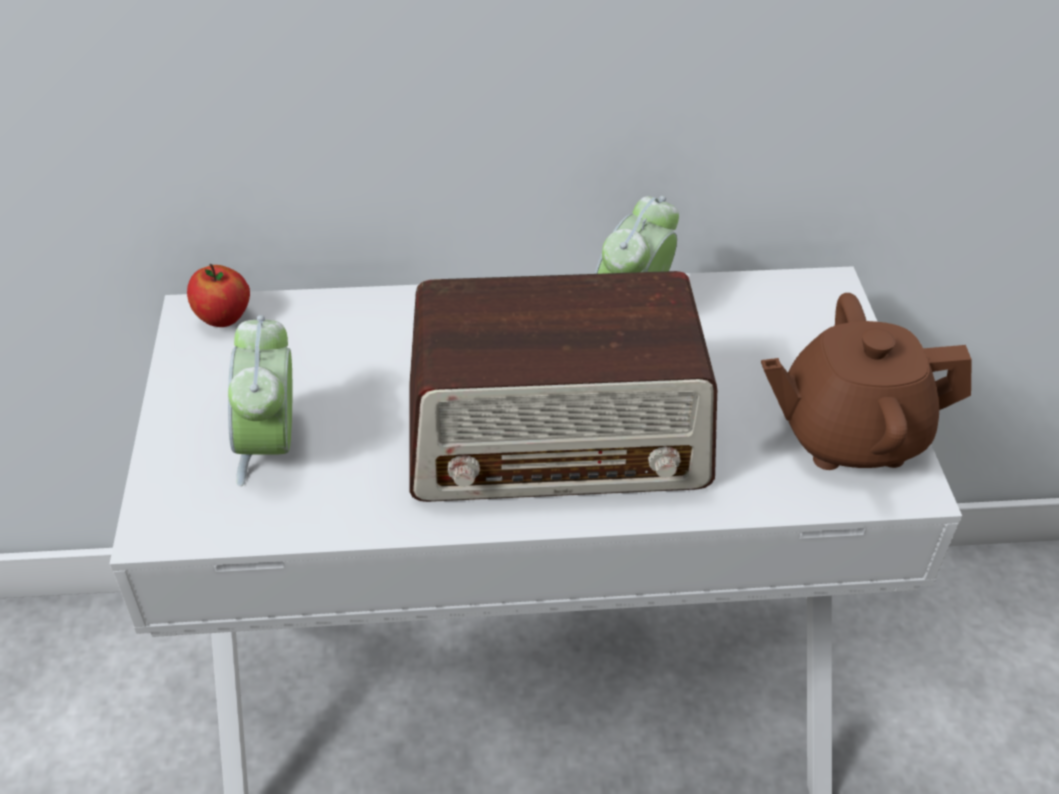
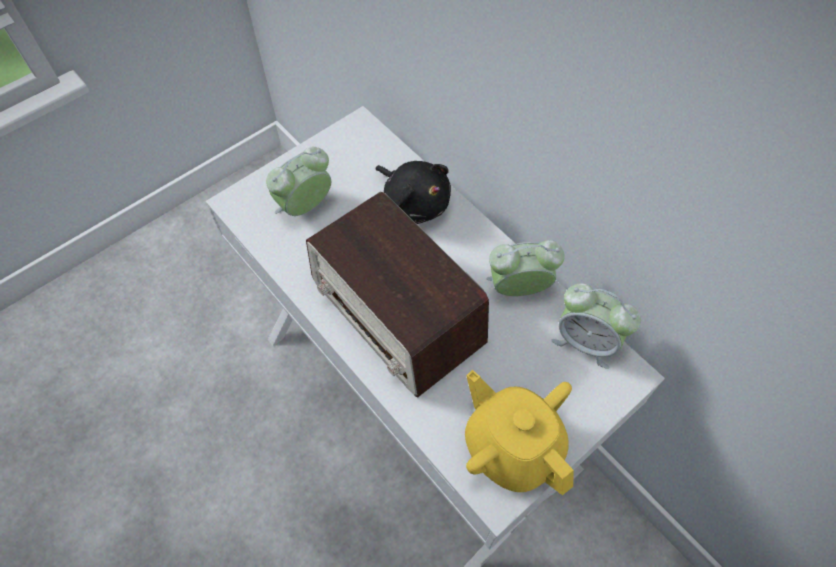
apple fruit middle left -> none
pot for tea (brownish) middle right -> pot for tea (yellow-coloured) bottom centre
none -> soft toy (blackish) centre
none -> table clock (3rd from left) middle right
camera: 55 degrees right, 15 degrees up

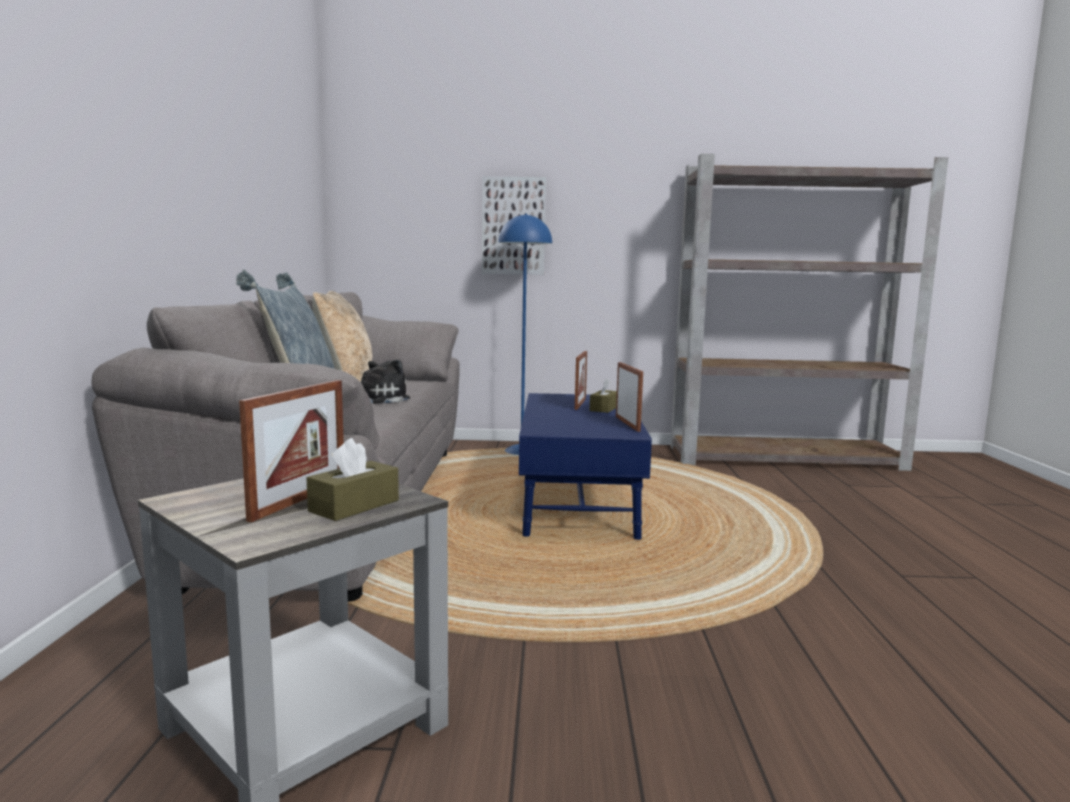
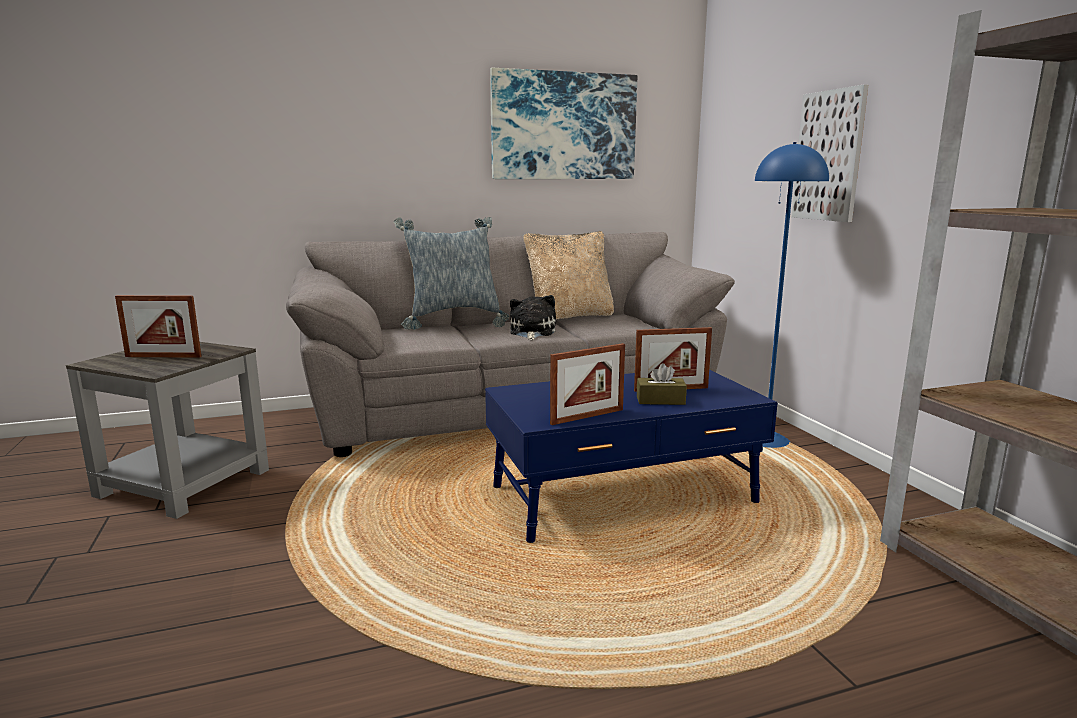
tissue box (brownish) (1st from left) middle left -> none
soft toy centre, 105 degrees counterclockwise
none -> wall picture (1st from left) top centre
camera: 70 degrees right, 5 degrees up

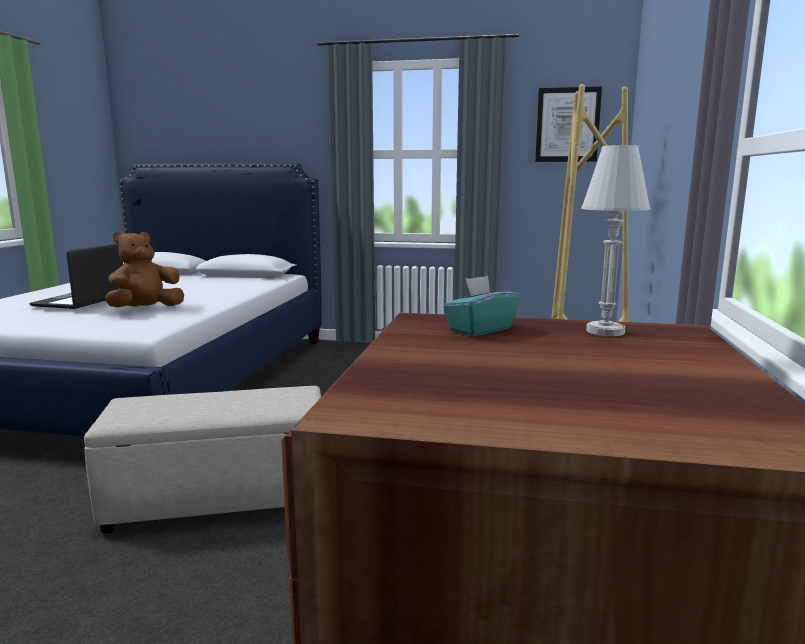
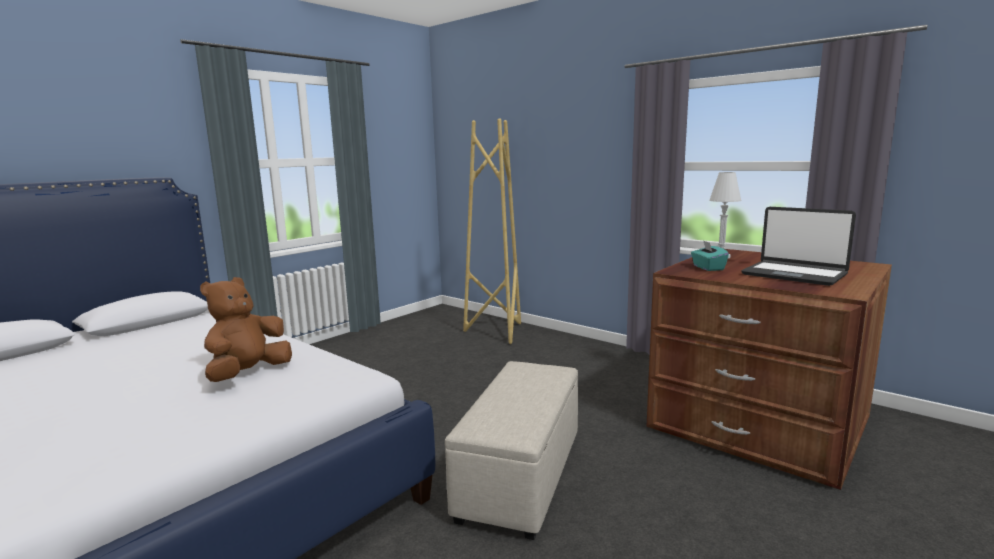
notebook computer middle left -> notebook computer middle right, moved
soft toy (brownish) middle left, 45 degrees clockwise
wall picture top right -> none
camera: 60 degrees left, 0 degrees up

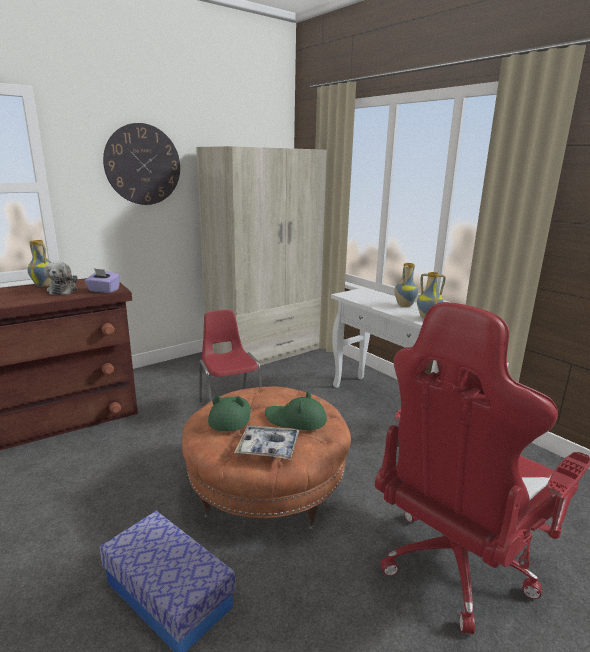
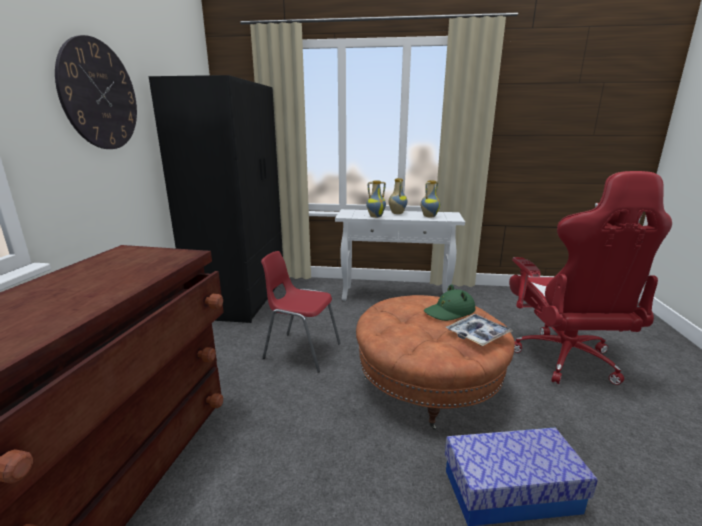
flower vase (1st from left) middle left -> flower vase (1st from left) centre, moved
soft toy middle left -> none
tissue box (purple) middle left -> none
armoire (sand-coloured) centre -> armoire (blackish) middle left
clothing hat (green-coloured) (1st from left) centre -> none
camera: 45 degrees left, 0 degrees up

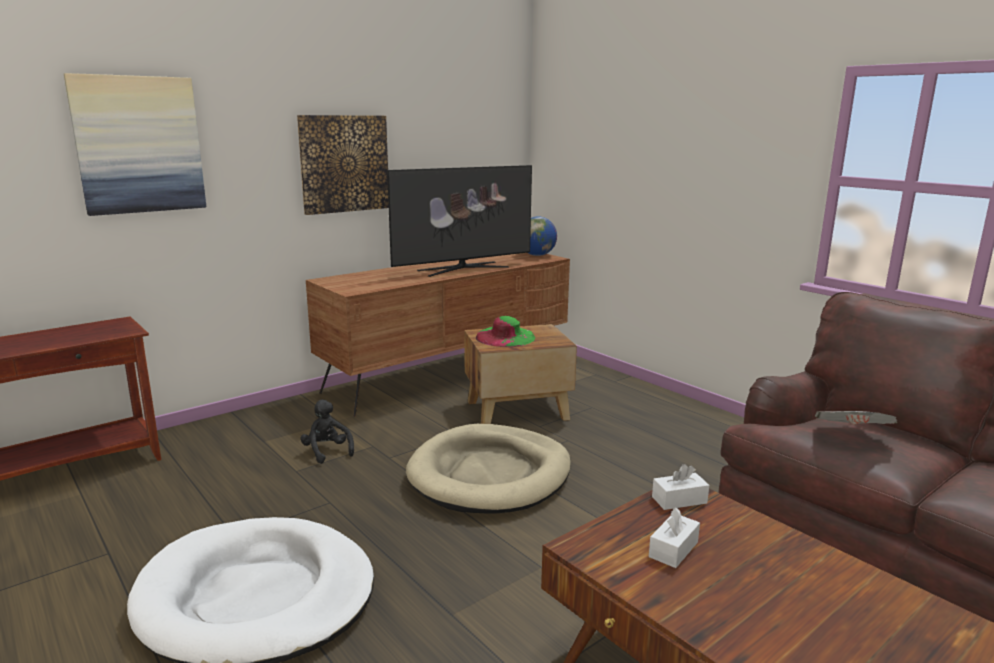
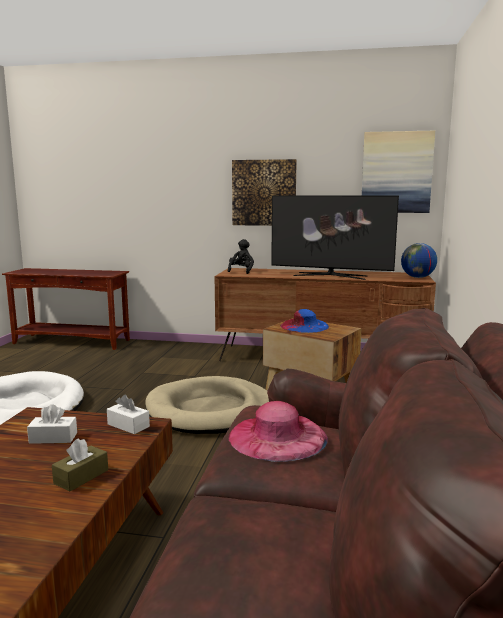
wall picture (1st from left in the first image) top left -> wall picture (2nd from left) top right, moved
soft toy (blackish) middle left -> soft toy (blackish) centre, moved
clothing hat (green-coloured) centre -> clothing hat (blue-coloured) centre
printed paper middle right -> clothing hat (pinkish) bottom centre
none -> tissue box (brownish) bottom left
camera: 50 degrees right, 5 degrees down

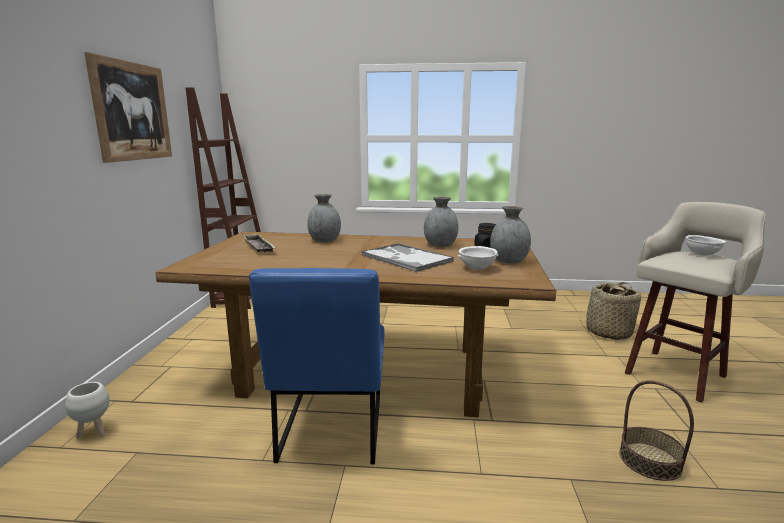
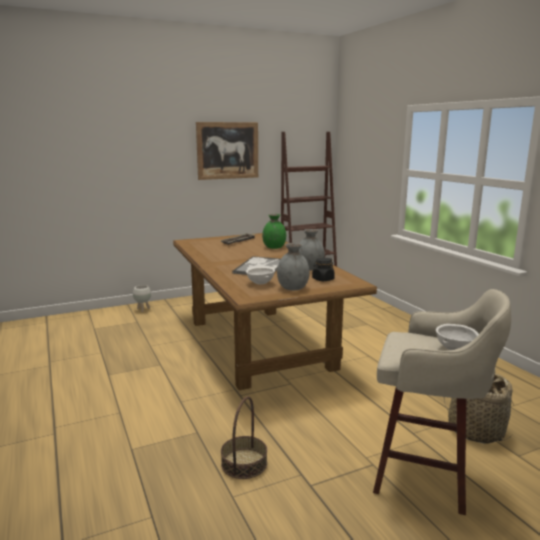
plain chair (blue-coloured) bottom centre -> none
flower vase (greyish) (1st from left) centre -> flower vase (green-coloured) centre
camera: 60 degrees right, 0 degrees up

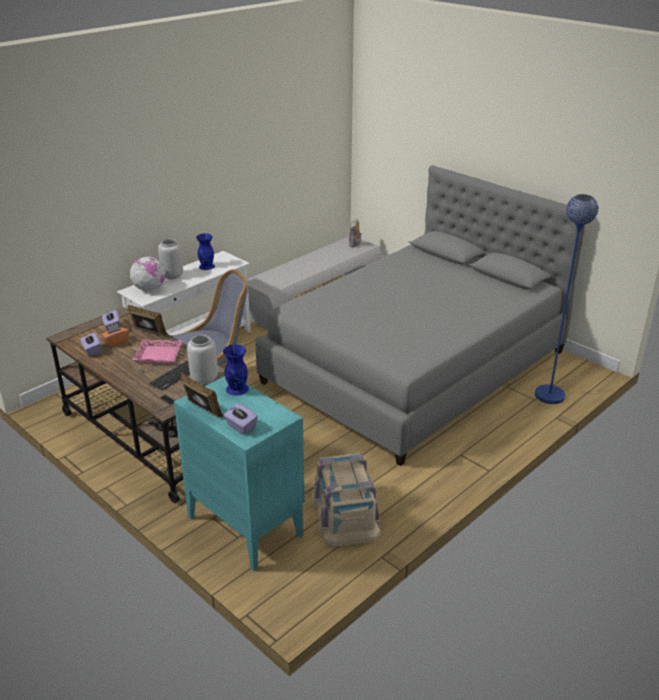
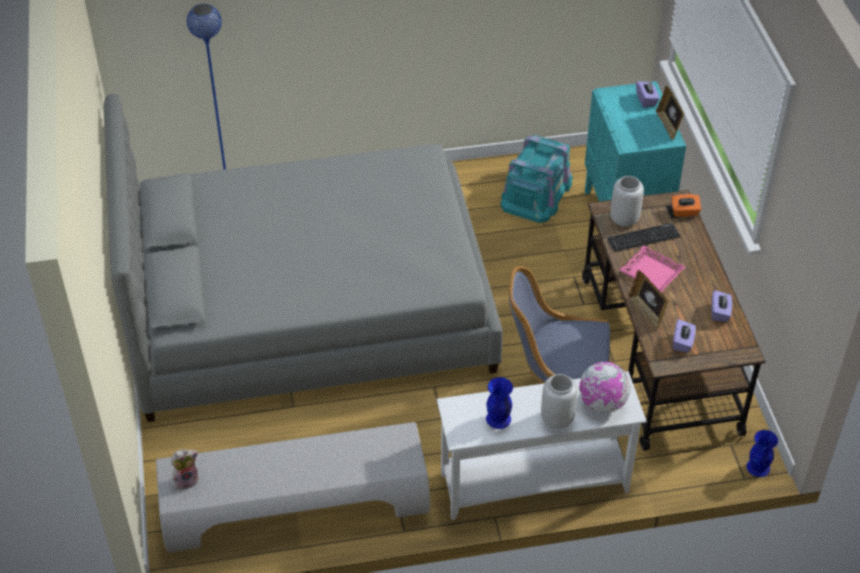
tissue box (orange-coloured) middle left -> tissue box (orange-coloured) middle right, moved
flower vase (blue-coloured) (2nd from left) centre -> flower vase (blue-coloured) (2nd from left) bottom right, moved
storage box (sand-coloured) bottom centre -> storage box (blue-green) top centre
camera: 145 degrees left, 15 degrees up

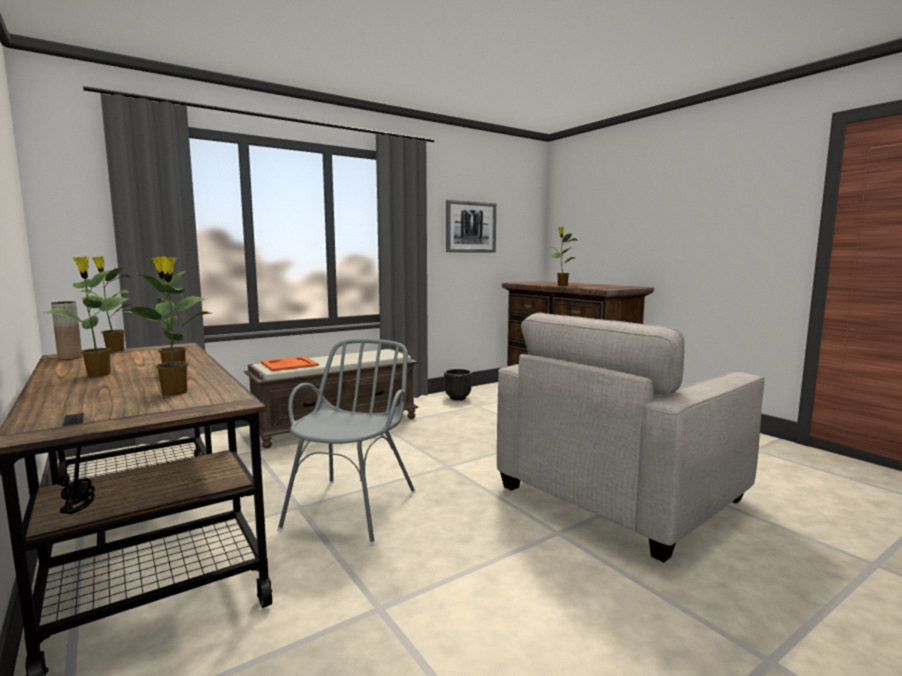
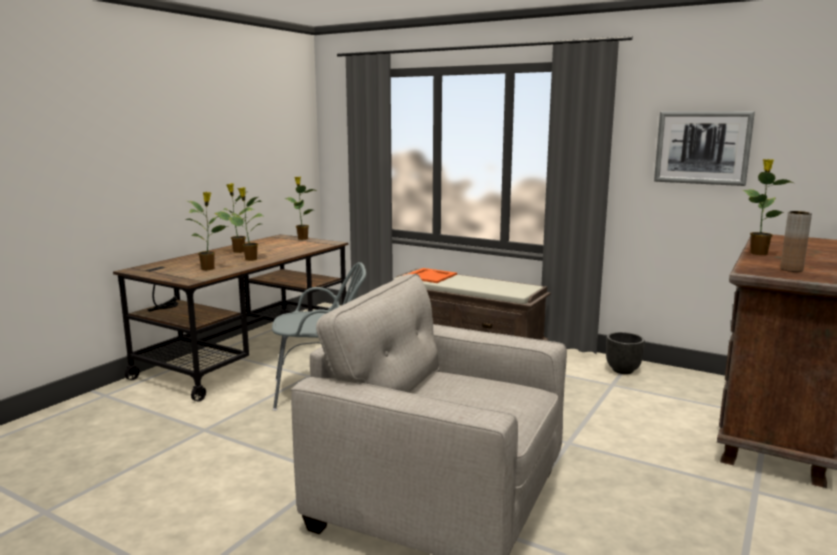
flower vase (brownish) middle left -> flower vase (brownish) middle right, moved
camera: 65 degrees right, 5 degrees up

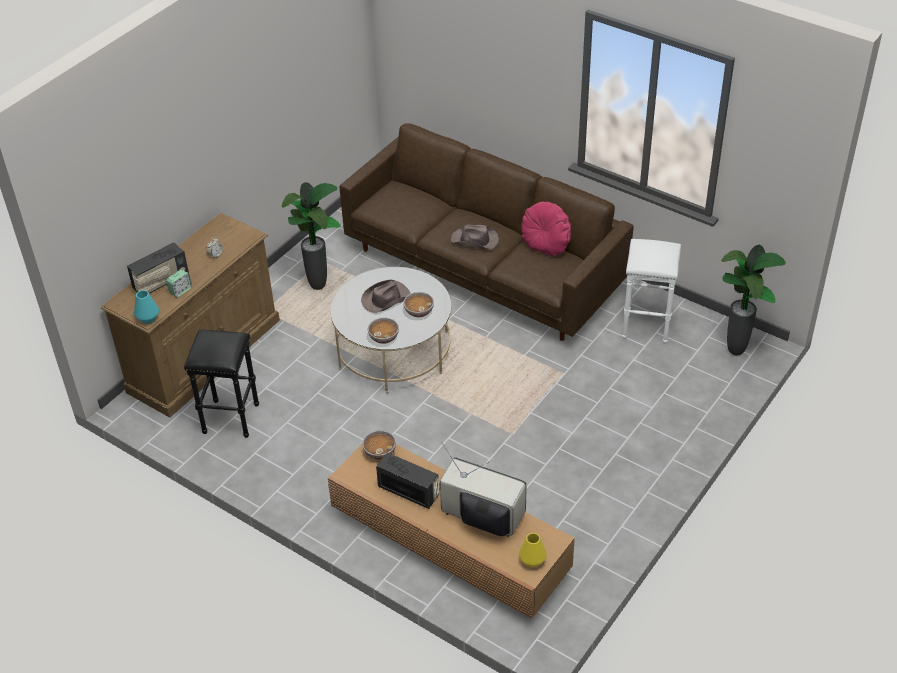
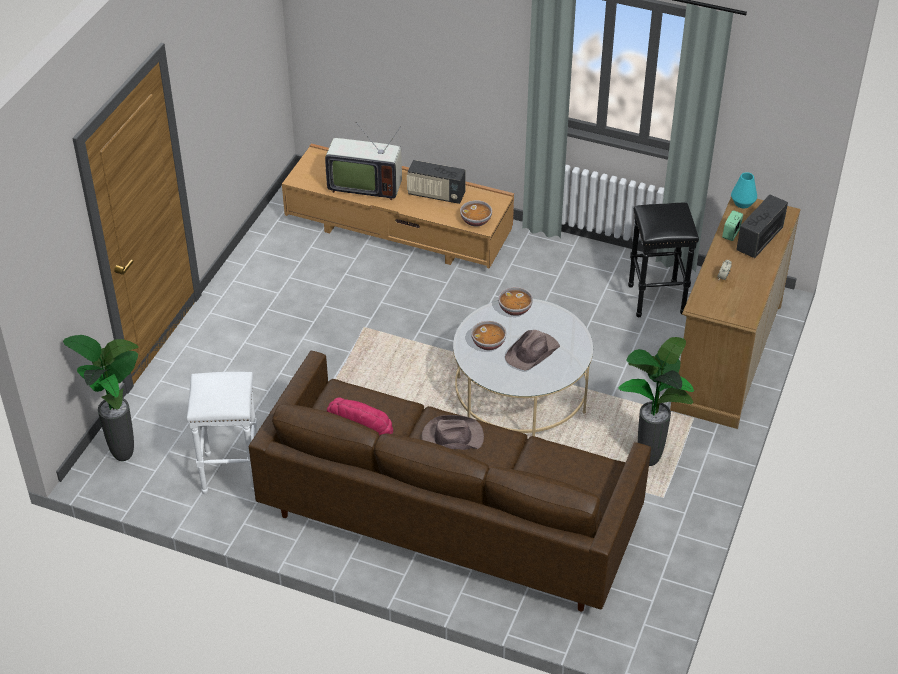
flower vase (yellow-coloured) bottom centre -> none
camera: 165 degrees right, 0 degrees up

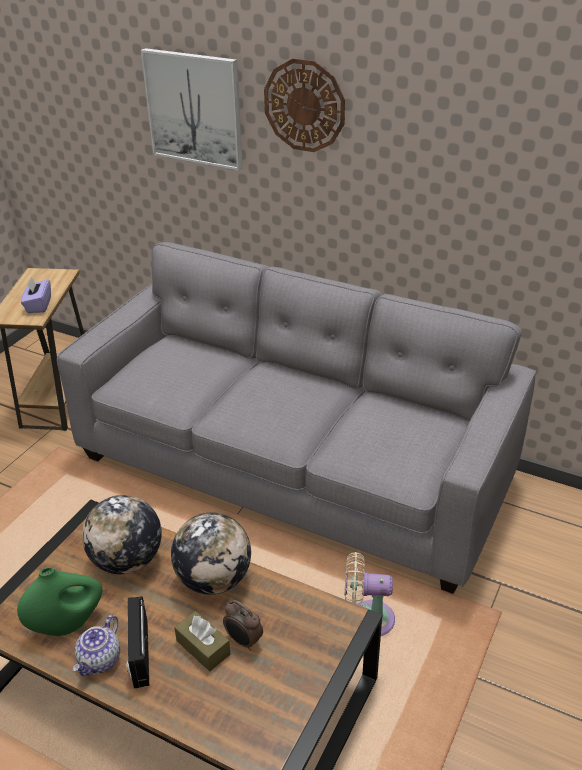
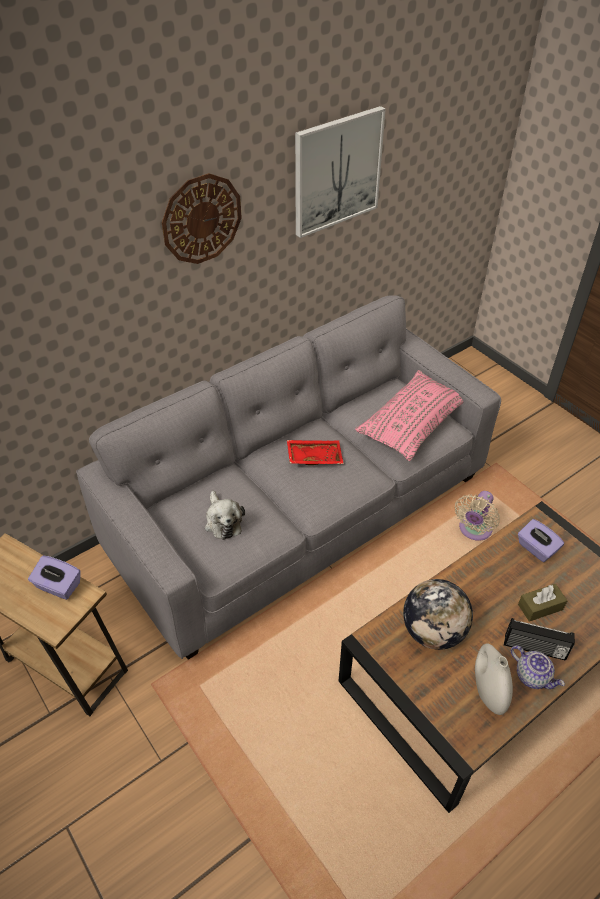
flower vase (green-coloured) bottom left -> flower vase (white-coloured) bottom right
wall picture top left -> wall picture top centre, moved
desk globe (2nd from left) bottom centre -> none
table clock bottom centre -> none
none -> soft toy centre
none -> serving tray (red-coloured) centre
none -> pillow (pinkish) middle right
none -> tissue box (purple) (2nd from left) middle right
camera: 65 degrees left, 10 degrees up

